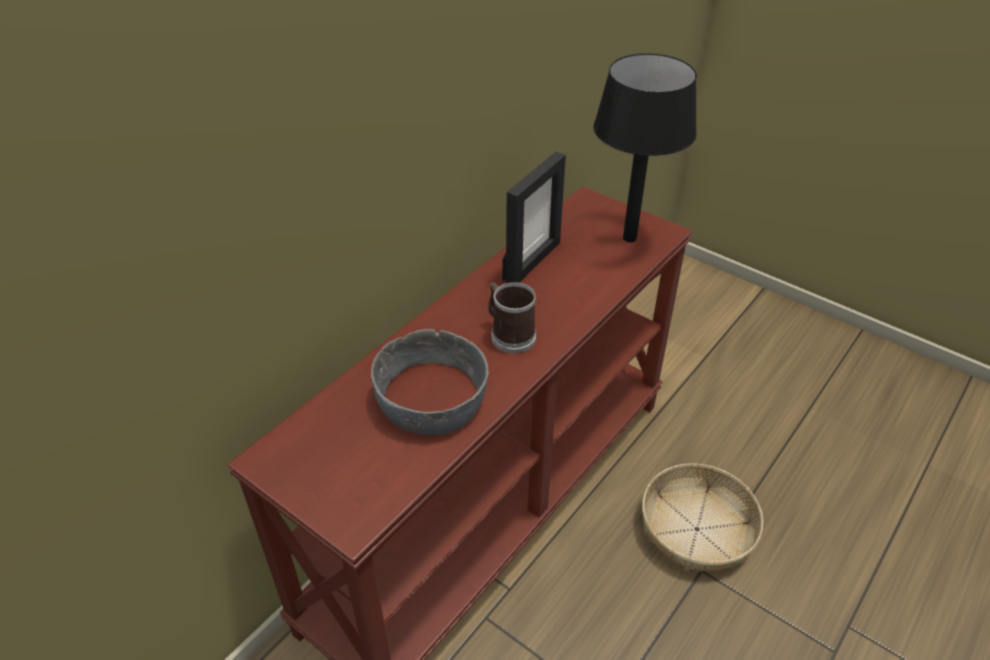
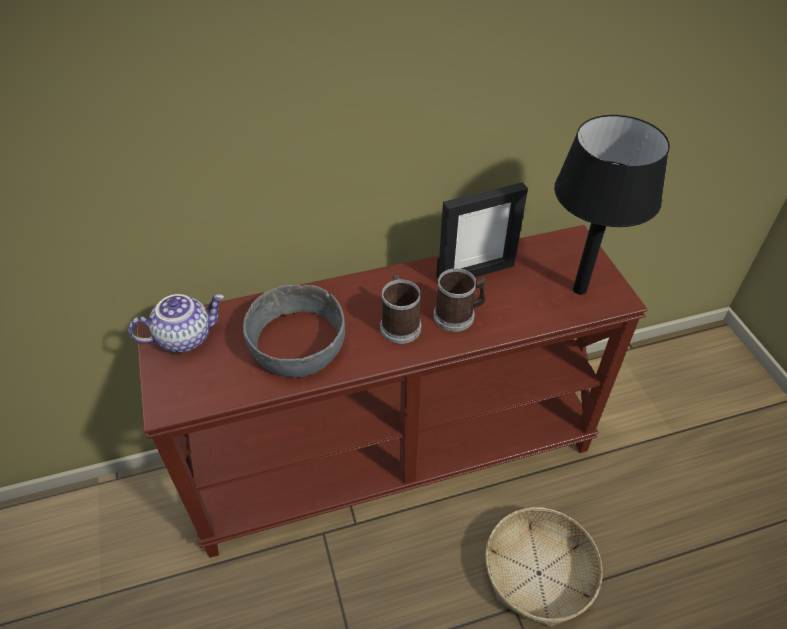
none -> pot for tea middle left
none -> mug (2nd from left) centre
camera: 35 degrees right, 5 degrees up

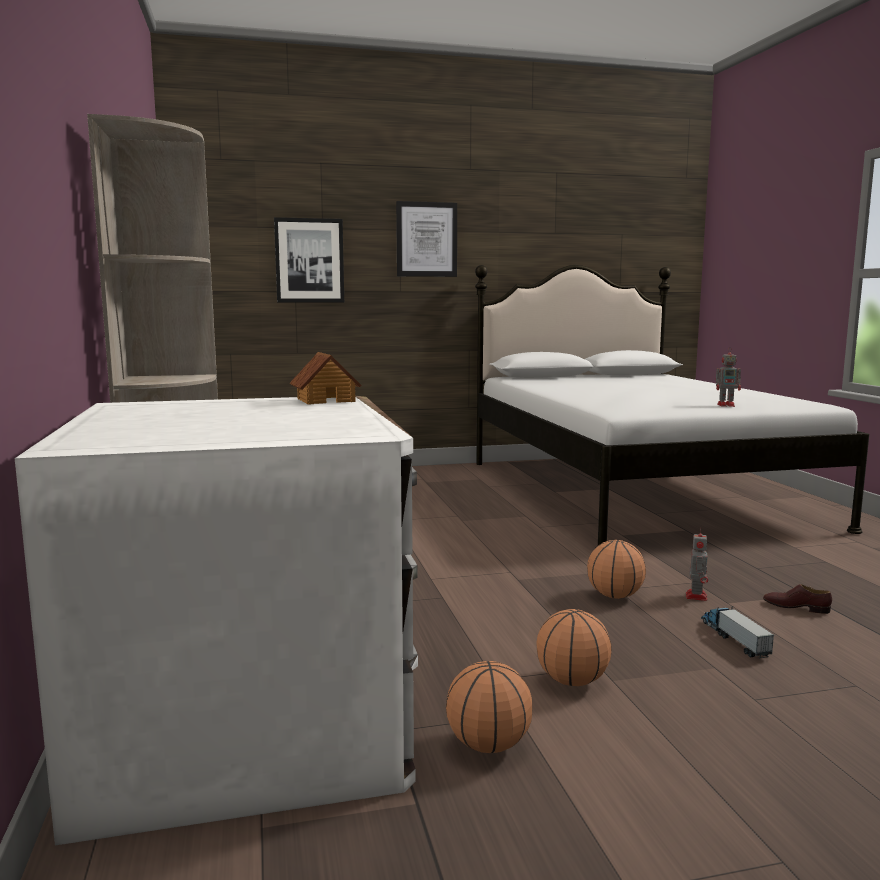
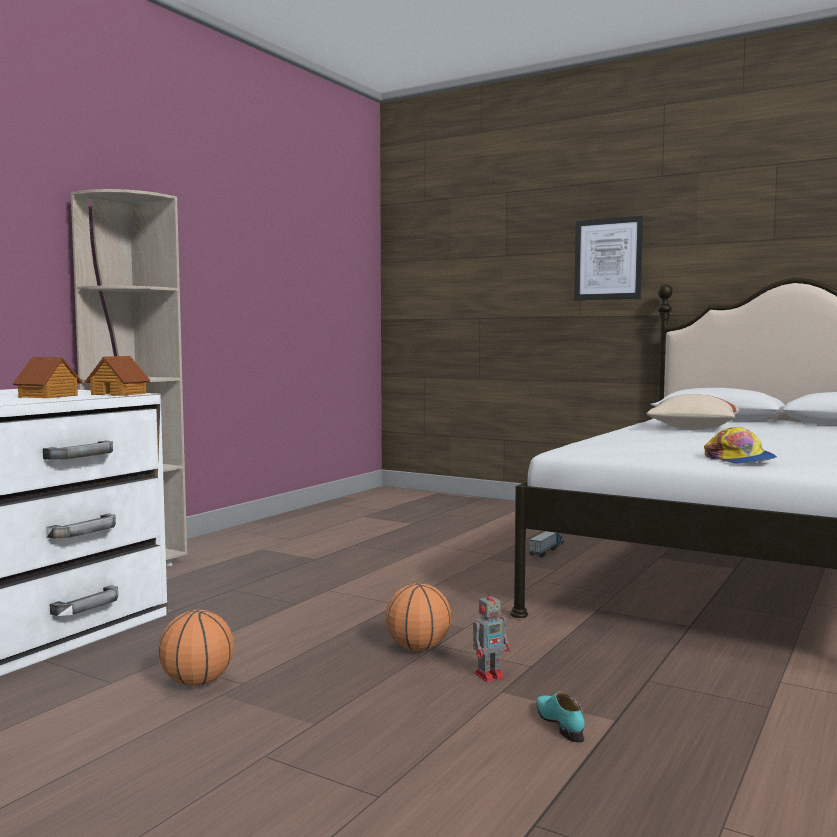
wall picture (1st from left) top centre -> none
ball for basketball (1st from left) bottom centre -> none
toy truck bottom right -> toy truck centre, moved
robot figure (2nd from left) middle right -> peaked cap middle right
shoe (brownish) bottom right -> shoe (blue-green) bottom right
none -> model house (1st from left) middle left
none -> pillow (sand-coloured) middle right
camera: 45 degrees right, 5 degrees down

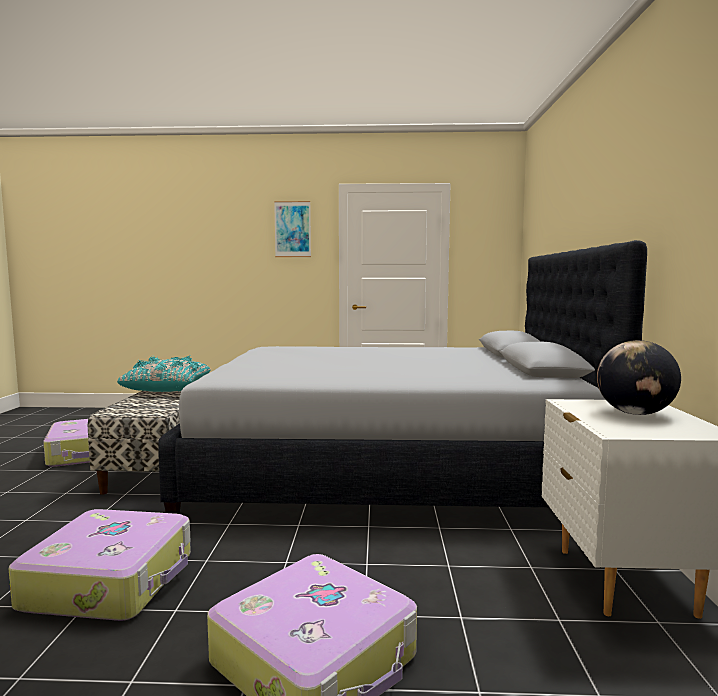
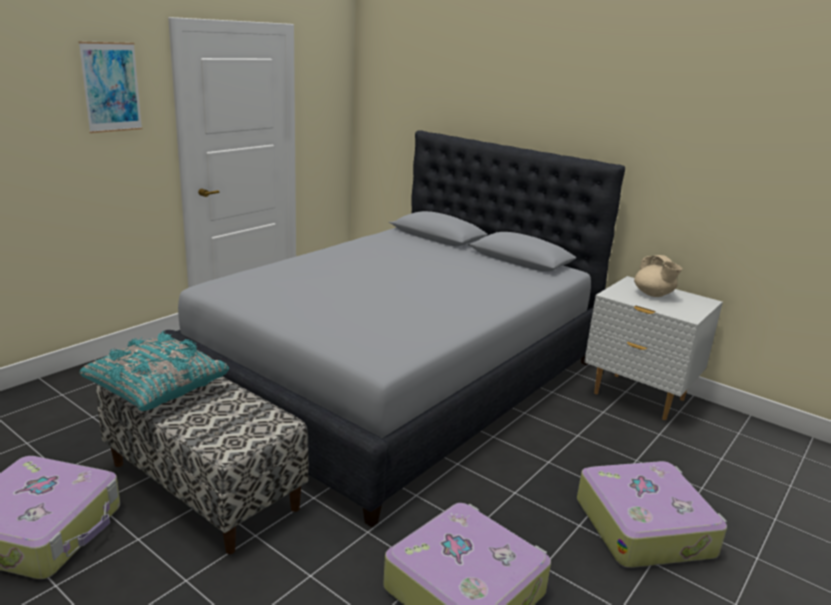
desk globe middle right -> pot for tea (sand-coloured) middle right
camera: 55 degrees left, 15 degrees up

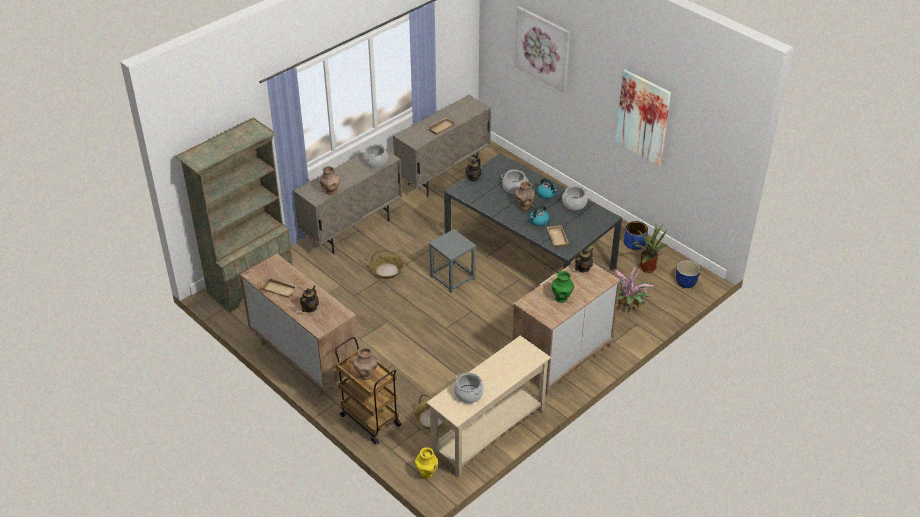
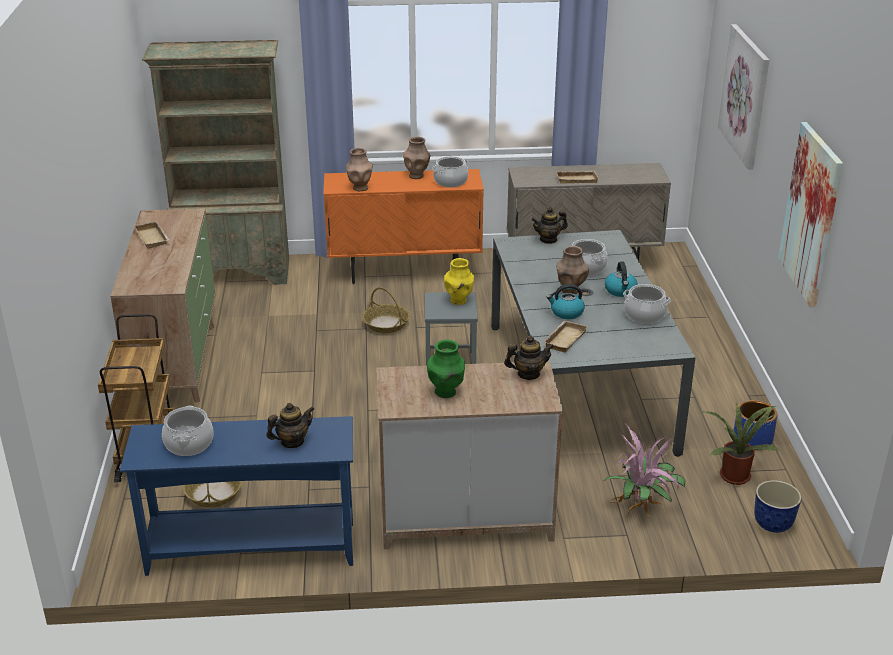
cupboard (sand-coloured) (1st from left) centre -> cupboard (orange-coloured) centre
pot for tea (1st from left) centre -> pot for tea (1st from left) middle left, moved
flower vase (brownish) (2nd from left) bottom centre -> flower vase (brownish) (2nd from left) top centre, moved
flower vase (yellow-coloured) bottom centre -> flower vase (yellow-coloured) centre, moved
narrow table (sand-coloured) bottom centre -> narrow table (blue-coloured) bottom left
camera: 40 degrees right, 10 degrees down

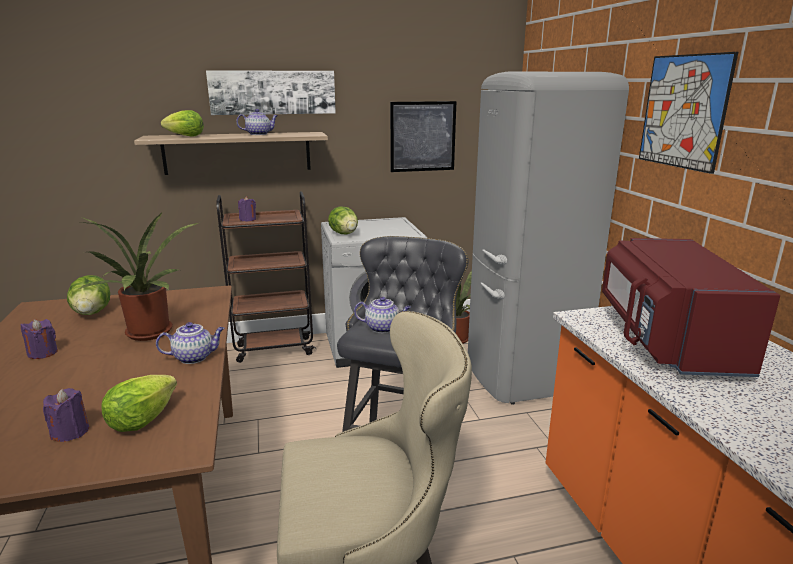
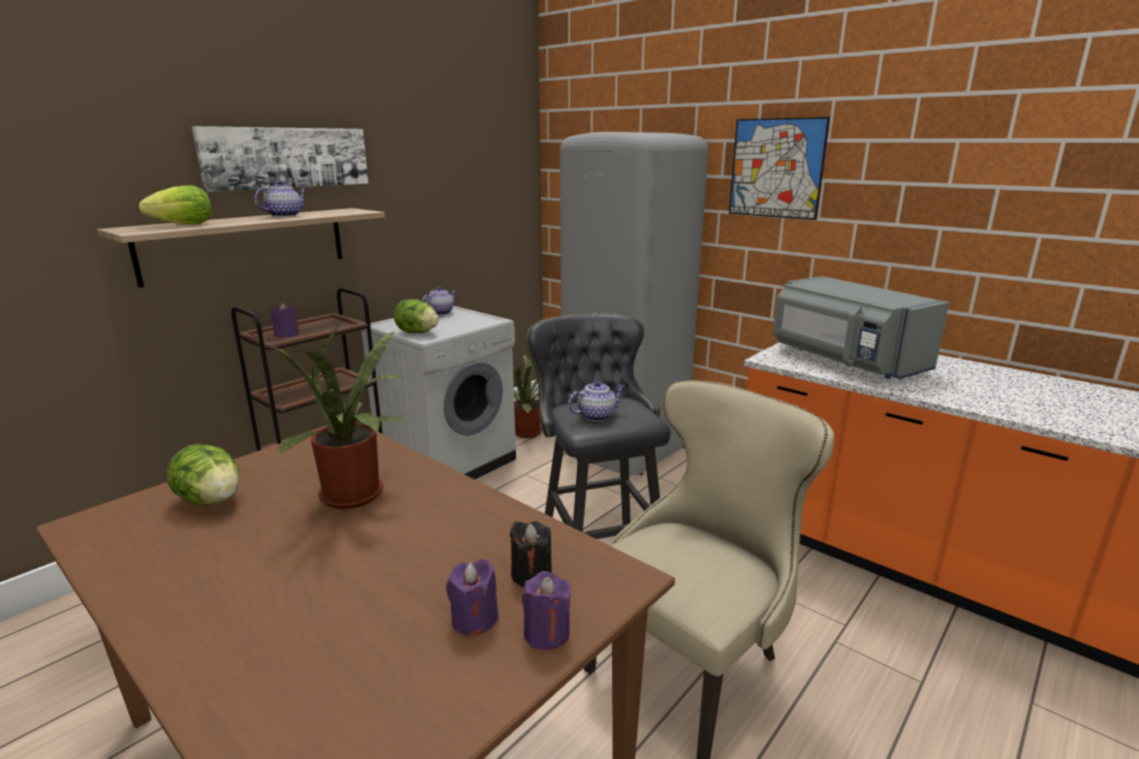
candle (purple) (1st from left in the first image) middle left -> candle (purple) (3rd from left) bottom centre, moved
lettuce head (2nd from left) bottom left -> candle (blackish) bottom centre
pot for tea (1st from left in the first image) middle left -> pot for tea (2nd from left) centre, moved
wall picture (2nd from left) top centre -> none
microwave (red-coloured) middle right -> microwave (greyish) middle right
camera: 35 degrees left, 0 degrees up

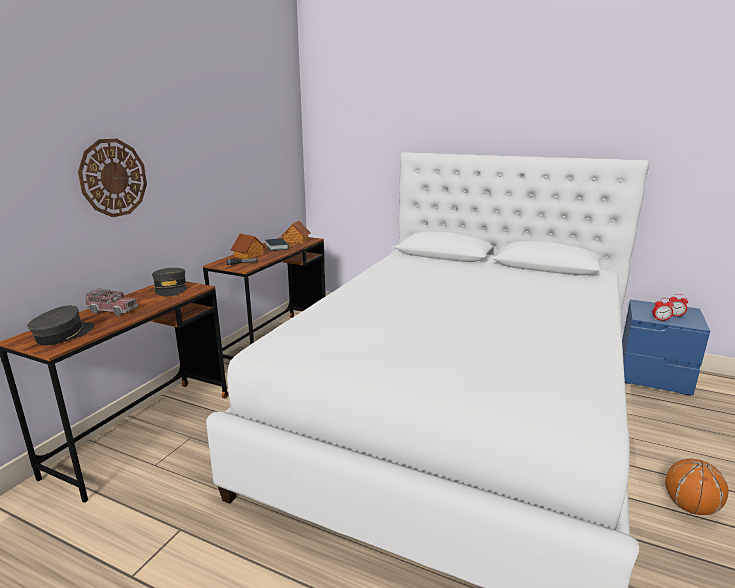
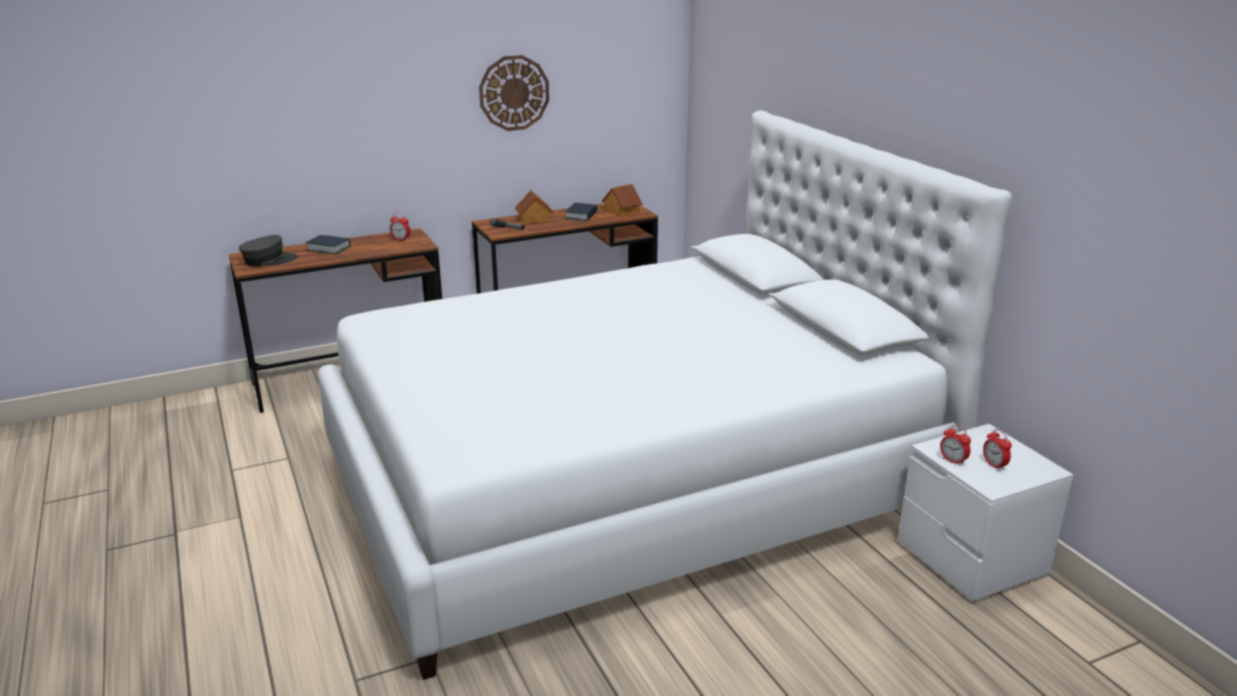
clock on the wall top left -> clock on the wall top centre, moved
toy truck middle left -> bound book (1st from left) middle left
peaked cap (greyish) (2nd from left) middle left -> table clock (1st from left) top left
bedside table (blue-coloured) middle right -> bedside table (white-coloured) bottom right
ball for basketball bottom right -> none
camera: 40 degrees right, 5 degrees up

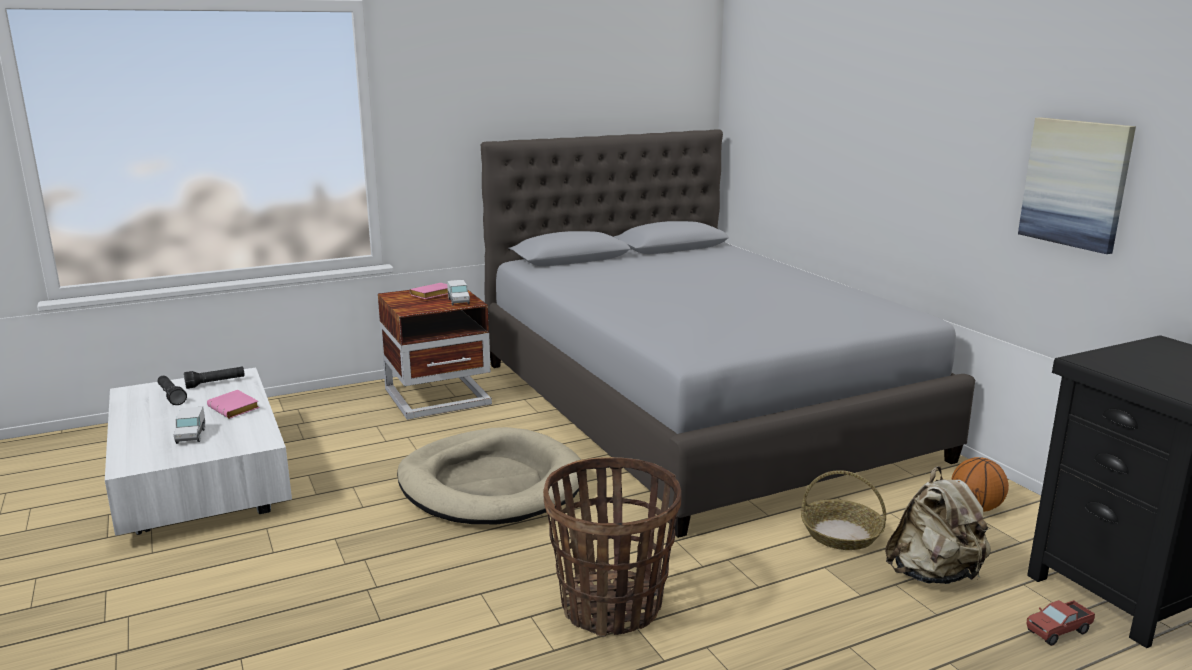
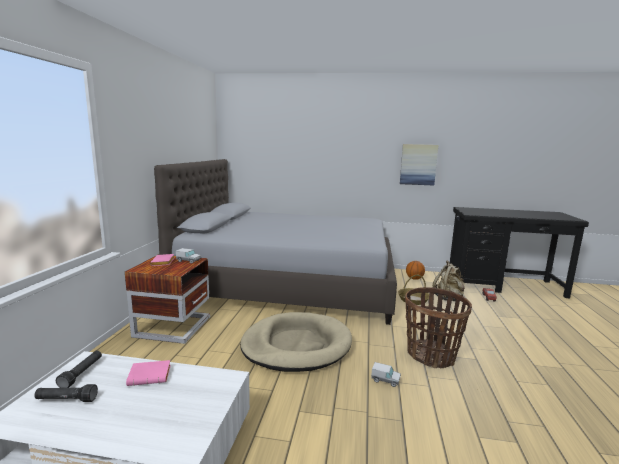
toy truck (1st from left in the first image) middle left -> toy truck (2nd from left) bottom centre, moved
camera: 55 degrees left, 5 degrees down

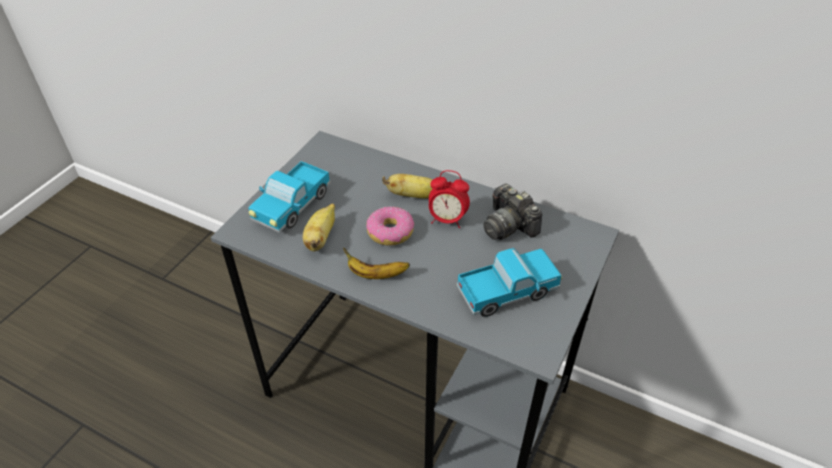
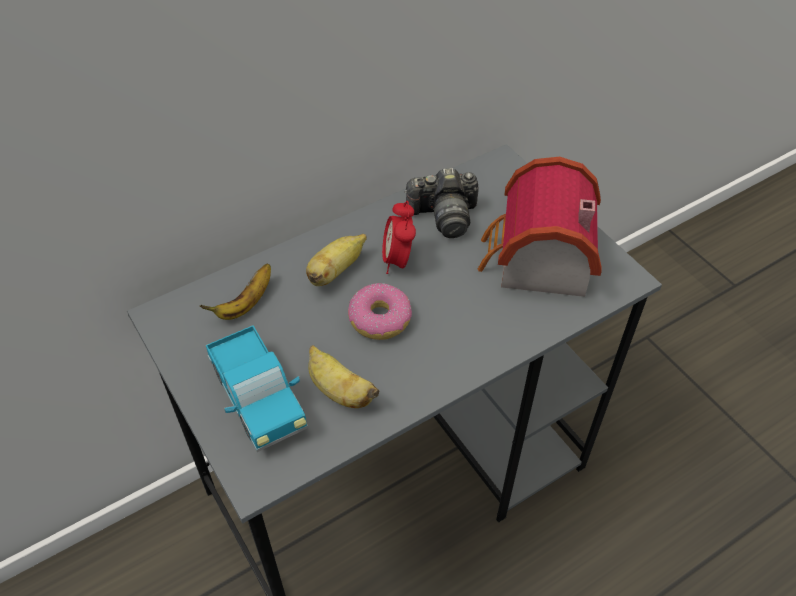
whole banana (2nd from left in the first image) centre -> whole banana (1st from left) middle left, moved
table clock centre, 135 degrees clockwise
toy truck (2nd from left) centre -> model house middle right
camera: 60 degrees left, 5 degrees up

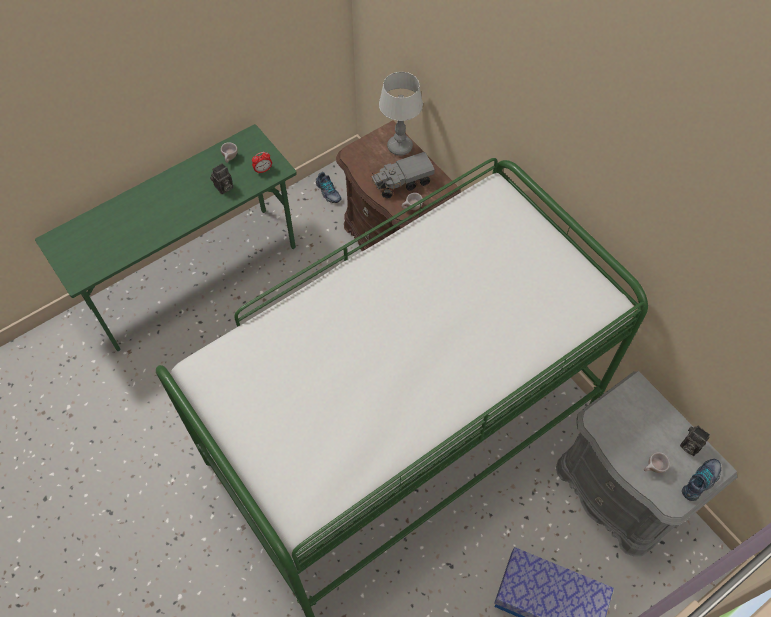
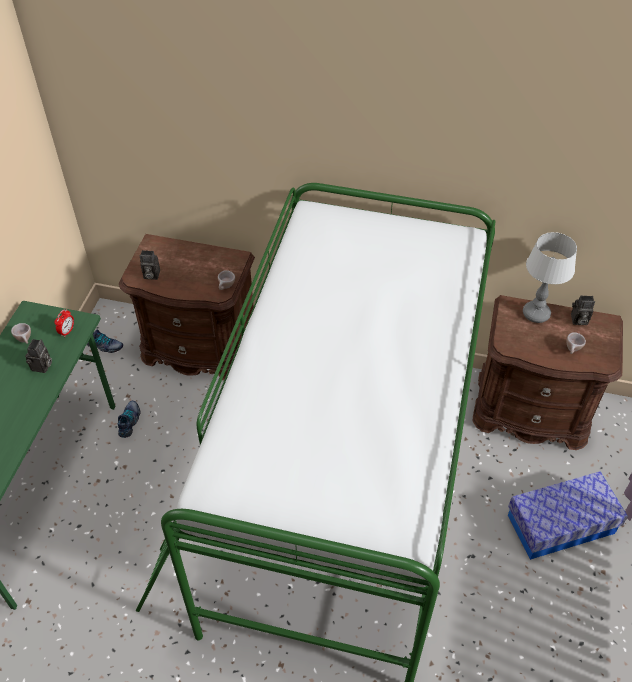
toy truck top centre -> none
lamp for a table top centre -> lamp for a table middle right, moved
bedside table (greyish) bottom right -> bedside table (brownish) (2nd from left) middle right
shoe (2nd from left) bottom right -> shoe (2nd from left) middle left, moved
none -> photo camera (2nd from left) middle left
camera: 40 degrees left, 10 degrees down

